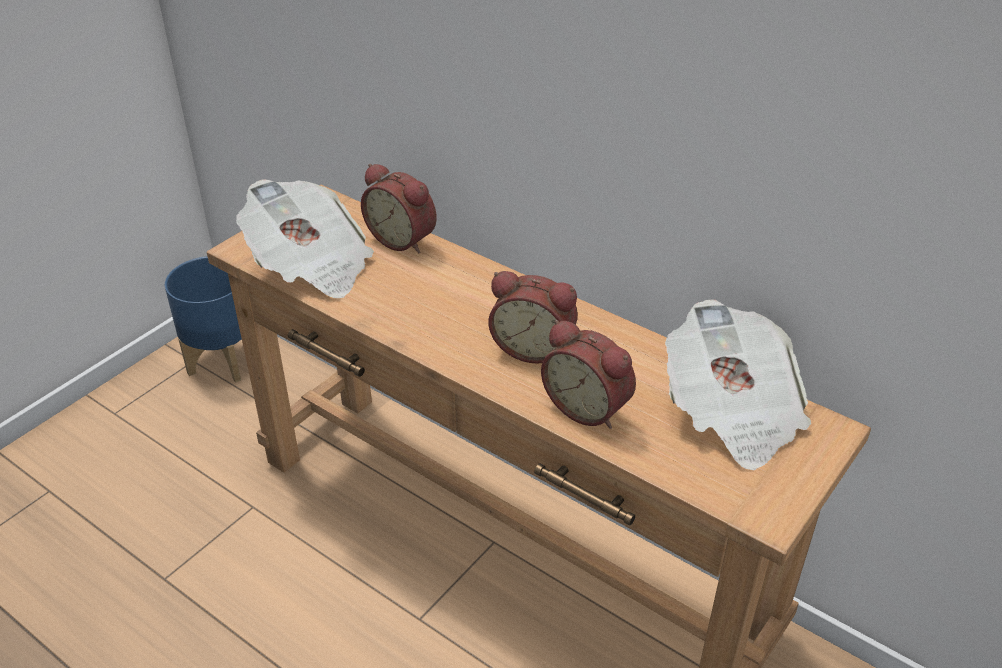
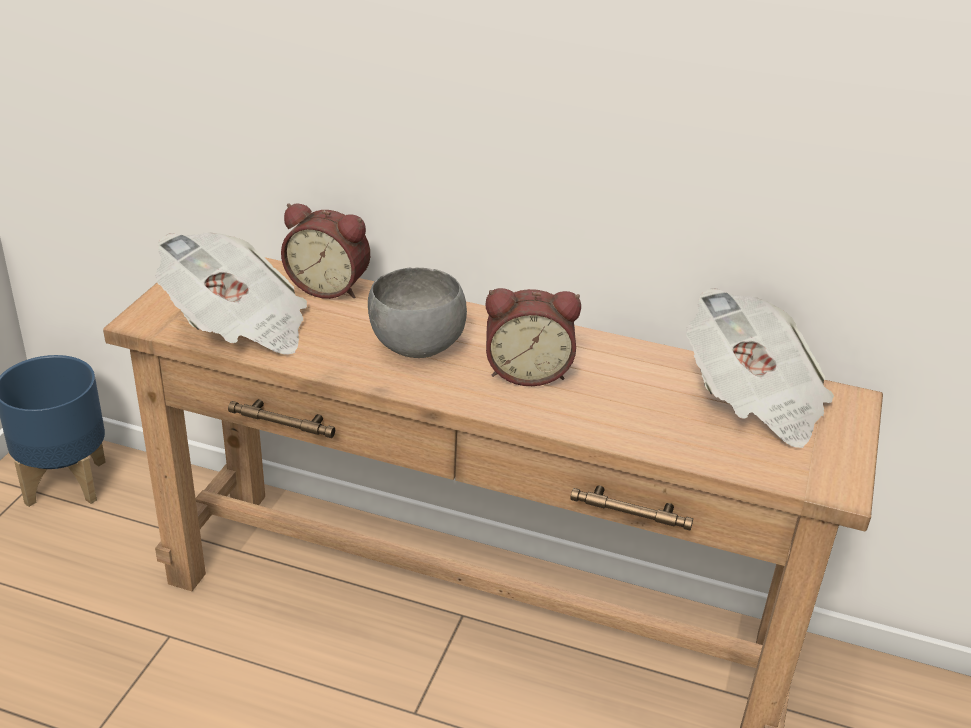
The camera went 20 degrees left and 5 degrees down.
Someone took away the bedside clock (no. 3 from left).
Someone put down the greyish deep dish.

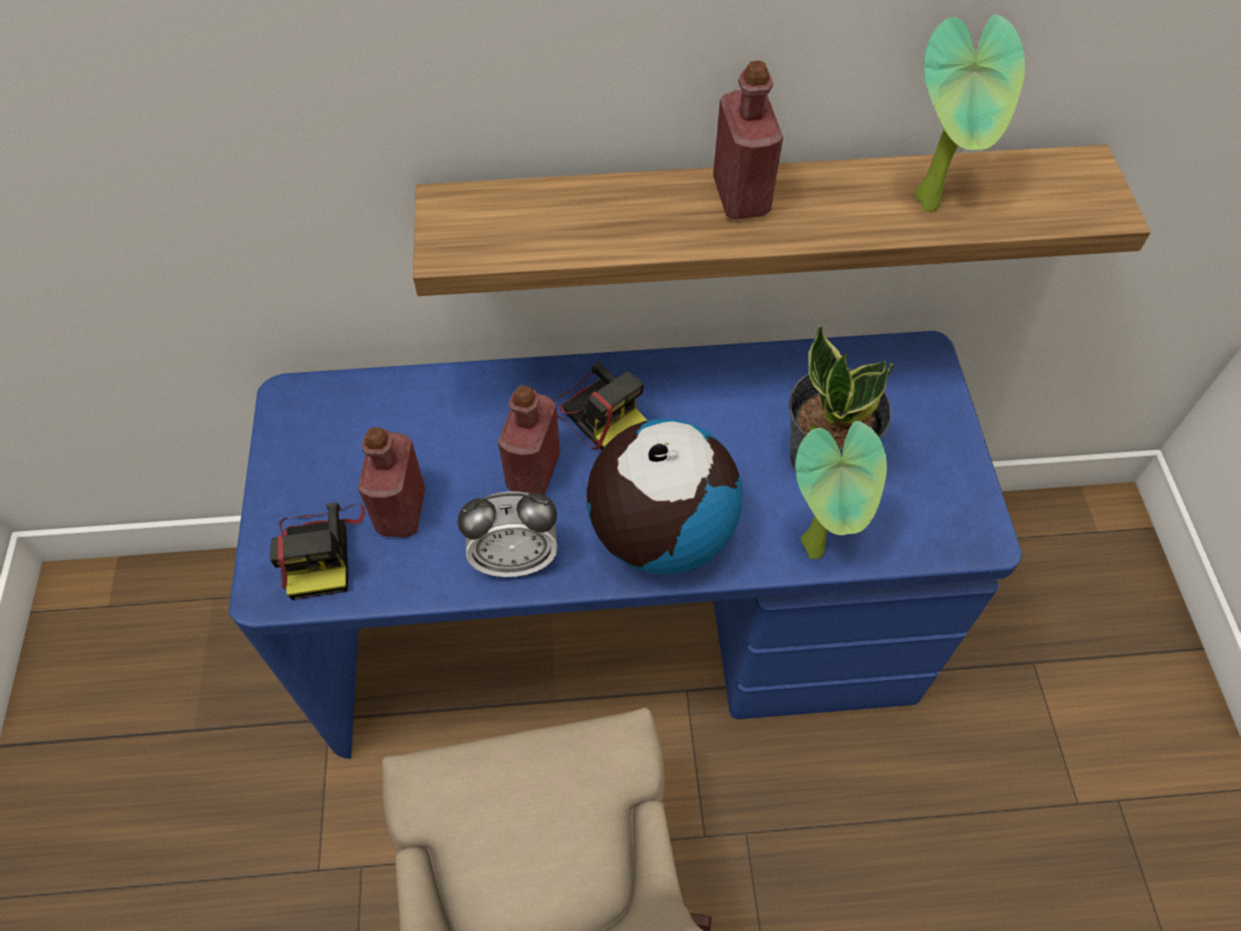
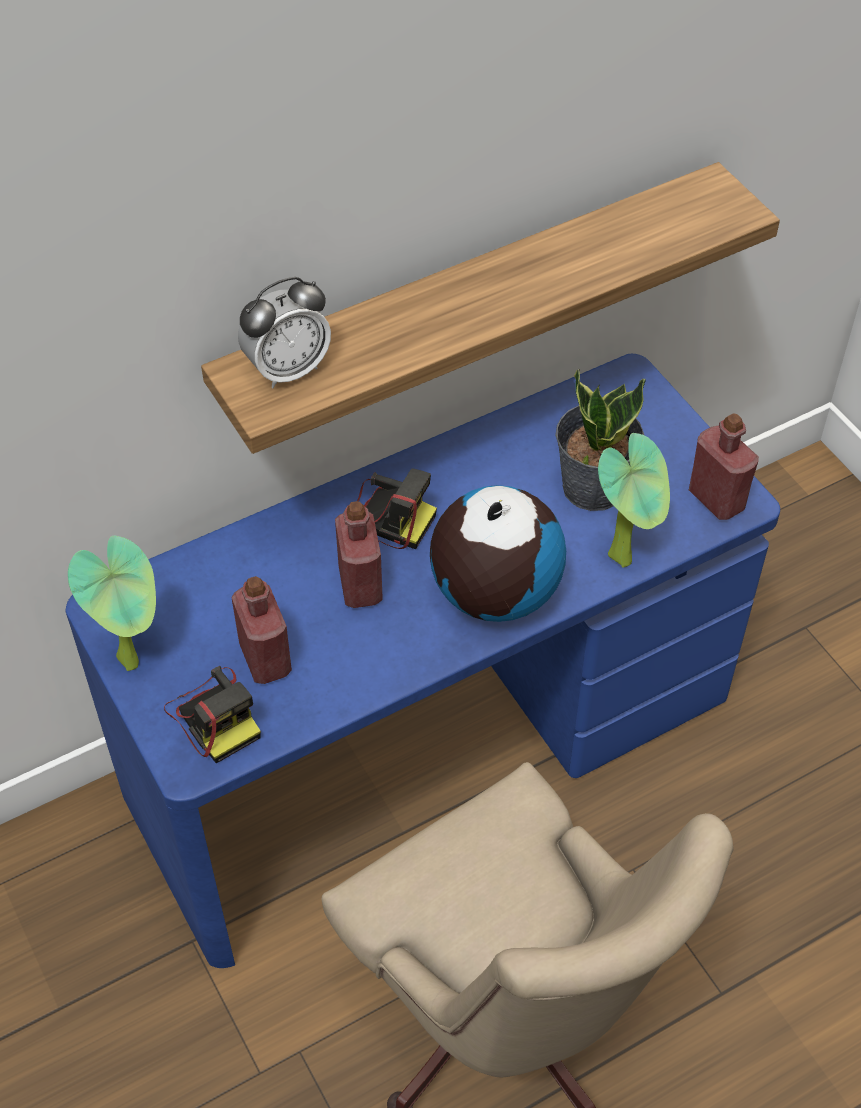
The camera went 25 degrees left and 5 degrees down.
Someone carried the bedside clock.
Someone carried the reddish beverage bottle (no. 3 from left).
Someone carried the houseplant (no. 3 from left in the first image).

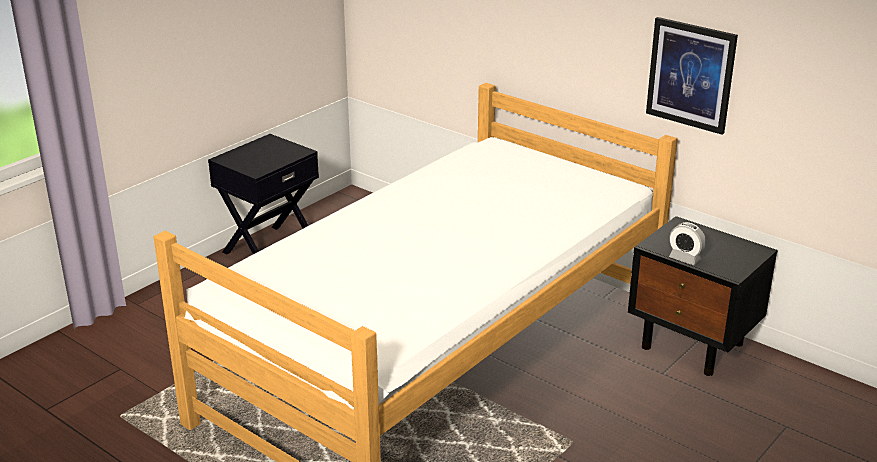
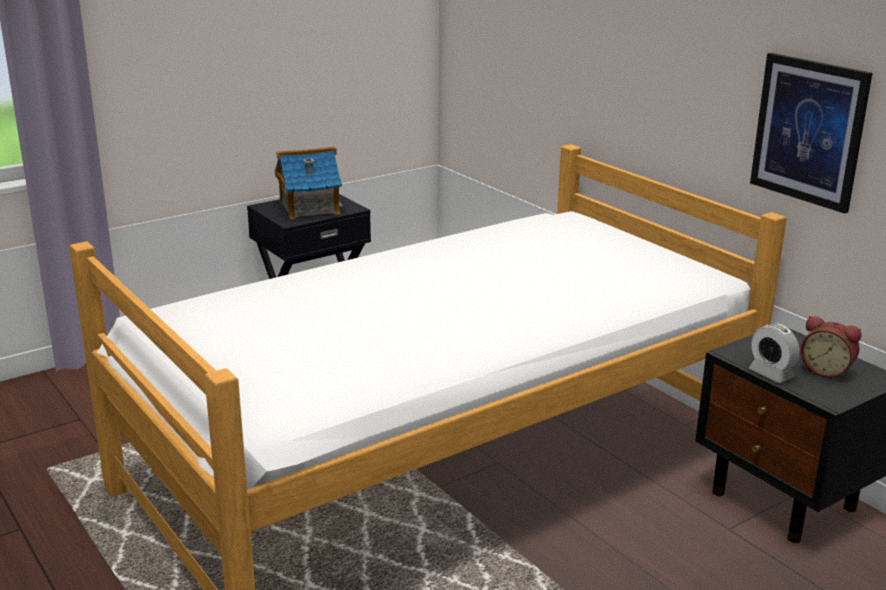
The camera went 15 degrees right and 5 degrees down.
Someone put down the toy house.
Someone put down the bedside clock (no. 2 from left).

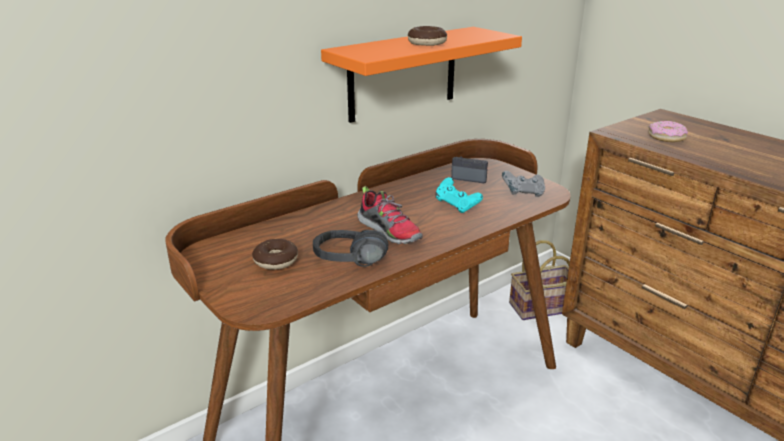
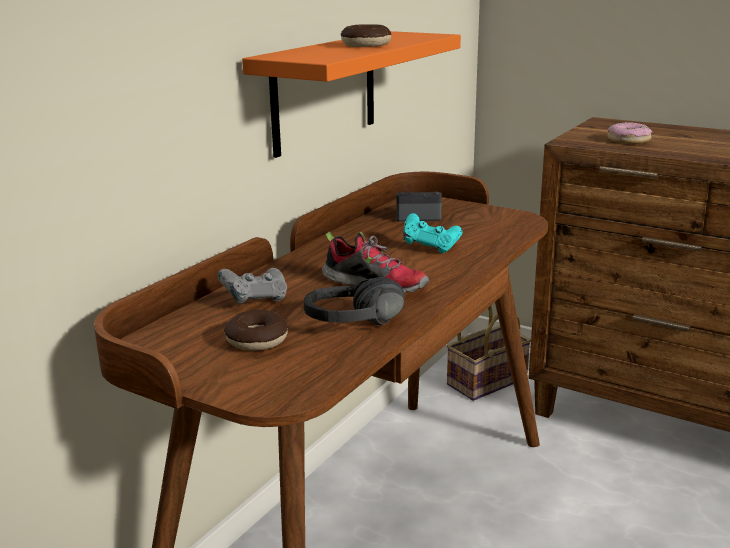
The camera went 20 degrees left and 5 degrees down.
Someone carried the greyish game controller.

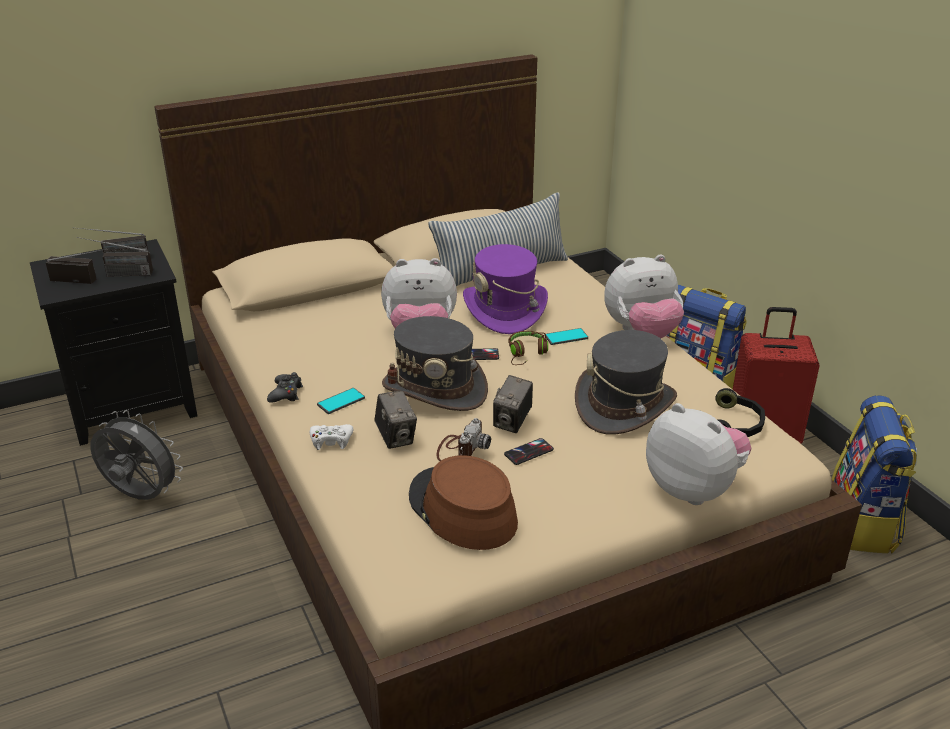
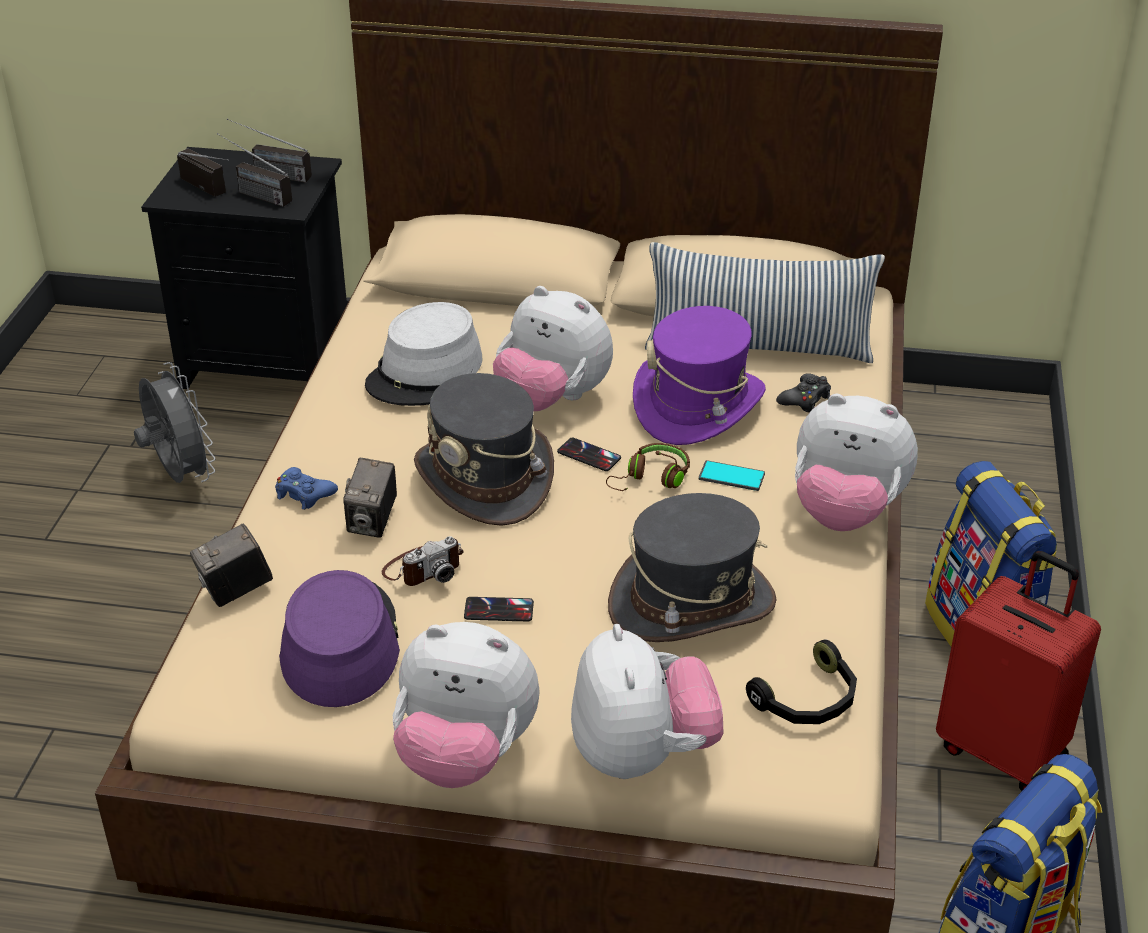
The camera went 35 degrees right and 5 degrees up.
Someone carried the blackish game controller.
Someone repainted the white game controller, which became the bluish game controller.
Someone took away the handset (no. 1 from left).
Someone repainted the brown-coloured clothing hat, which became the purple-coloured clothing hat (no. 1 from left).
Someone carried the still camera (no. 3 from left in the first image).
Someone put down the greyish clothing hat (no. 1 from left).
Someone put down the plush toy (no. 1 from left).

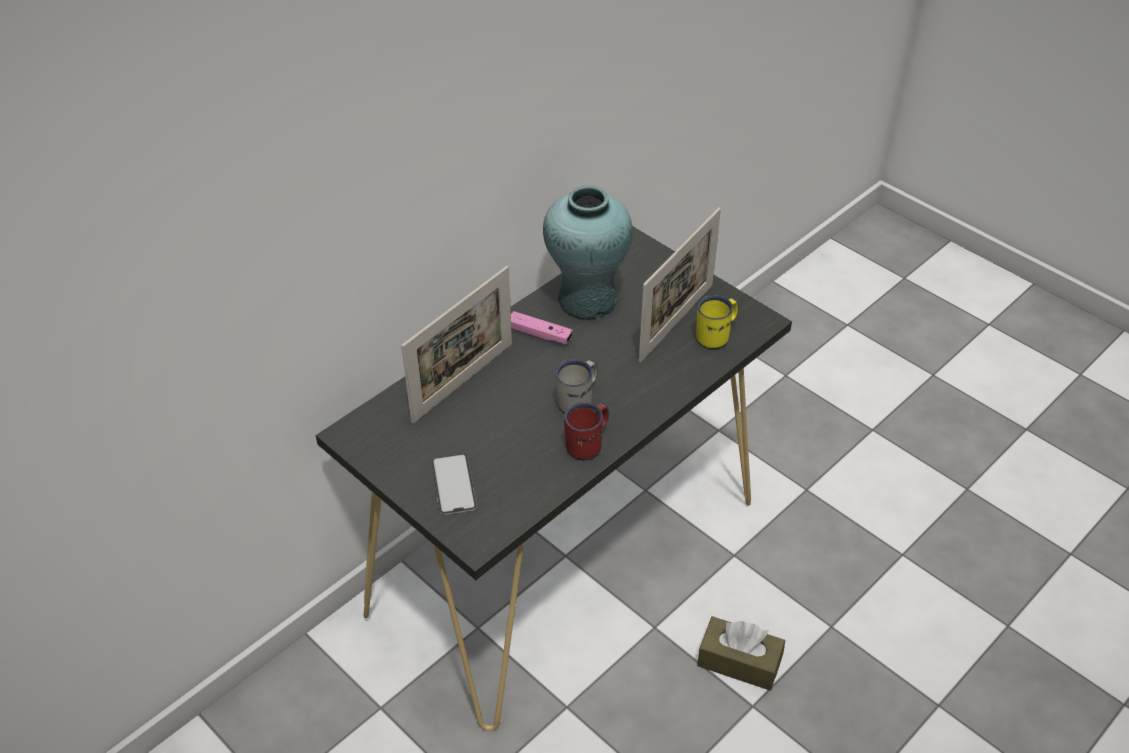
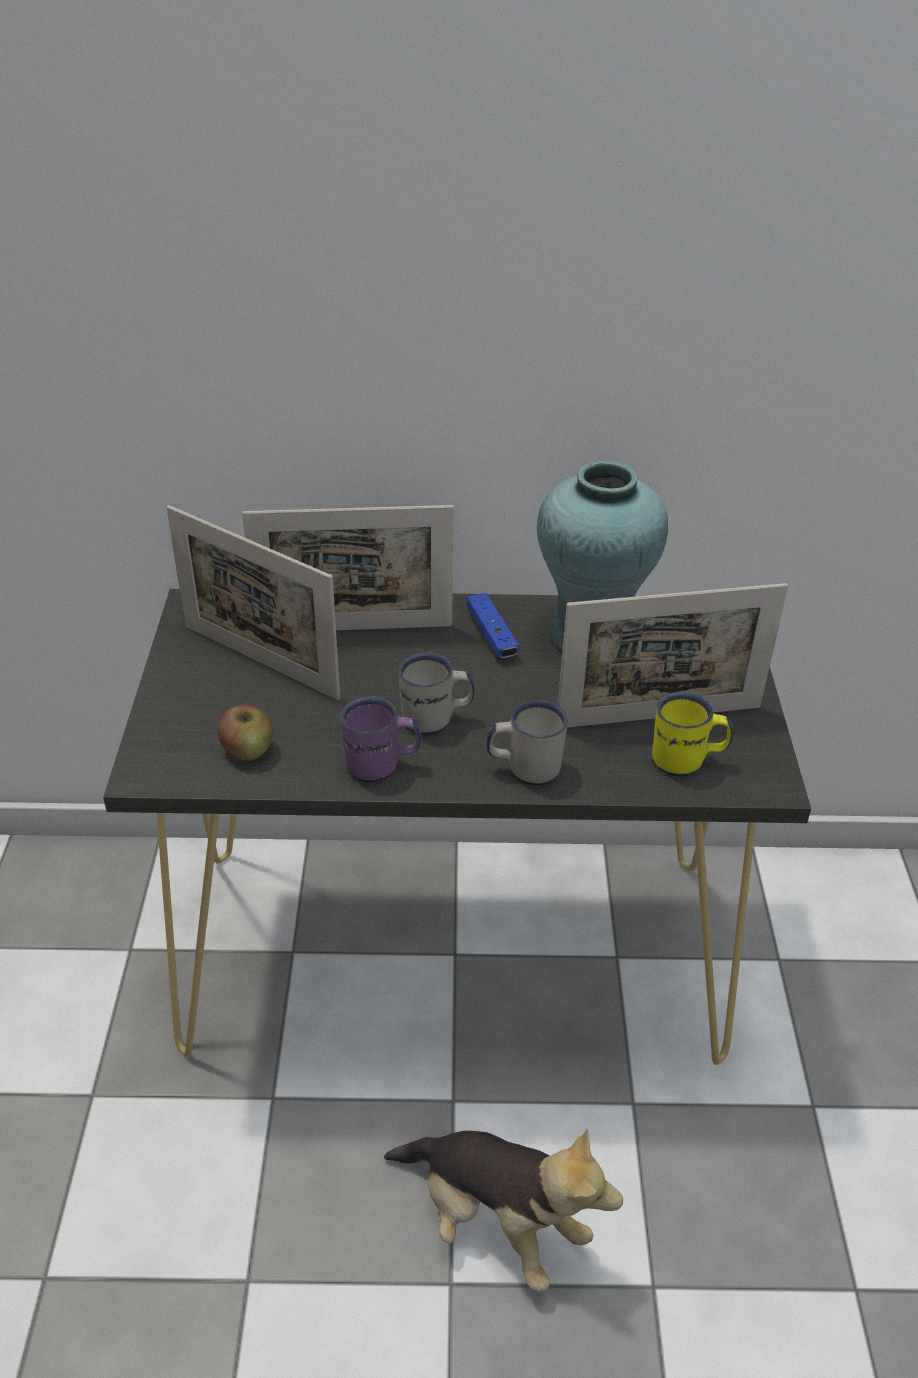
The camera went 45 degrees right and 5 degrees down.
Someone took away the handset.
Someone repainted the pink game controller, which became the bluish game controller.
Someone repainted the reddish coffee mug, which became the purple-coloured coffee mug.
Someone swapped the brown-coloured tissue box for the plush toy.
Someone put down the picture frame (no. 1 from left).
Someone put down the apple fruit.
Someone put down the white coffee mug (no. 2 from left).

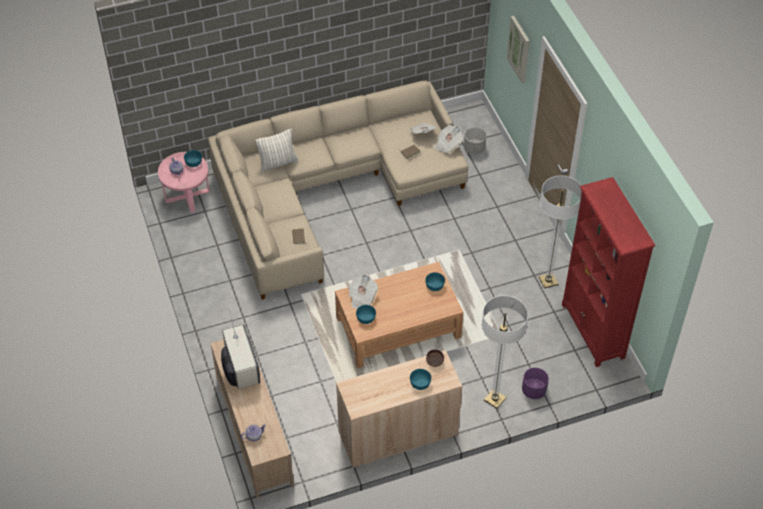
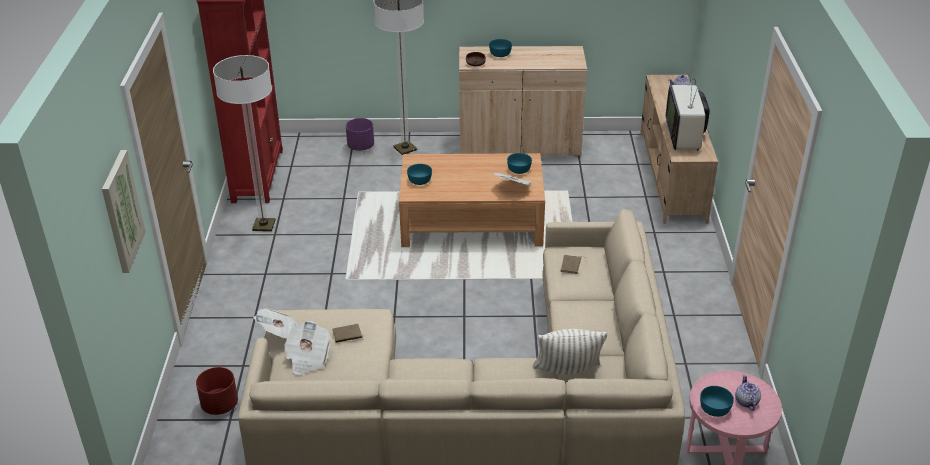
The camera went 160 degrees left and 15 degrees down.
Someone repainted the greyish planter, which became the reddish planter.

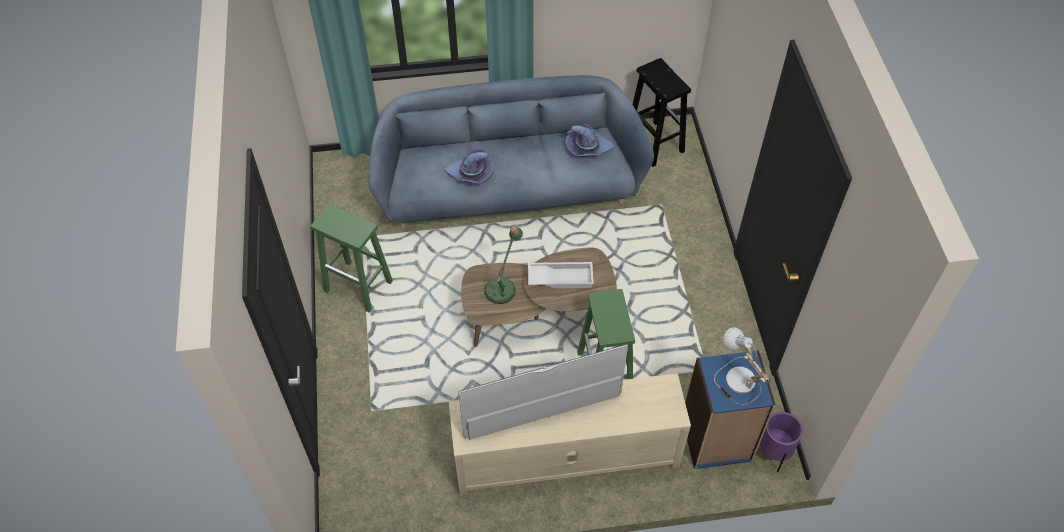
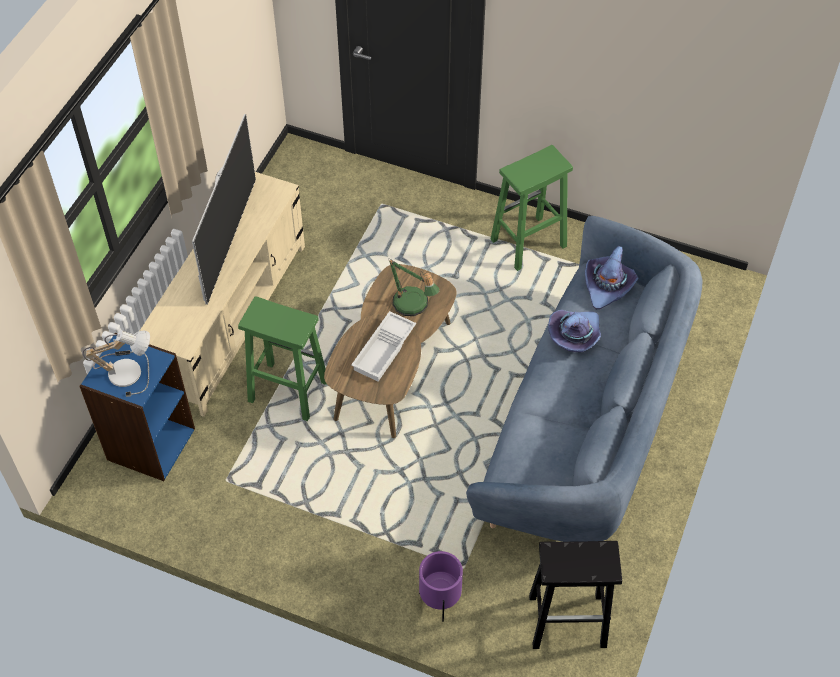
The camera went 120 degrees right and 0 degrees up.
Someone carried the purple-coloured clothing hat (no. 2 from left).
Someone carried the purple-coloured planter.

